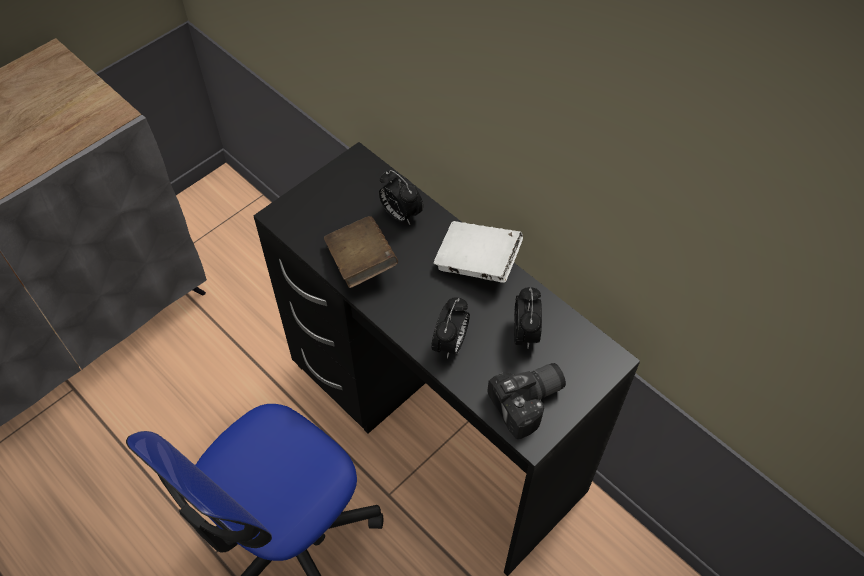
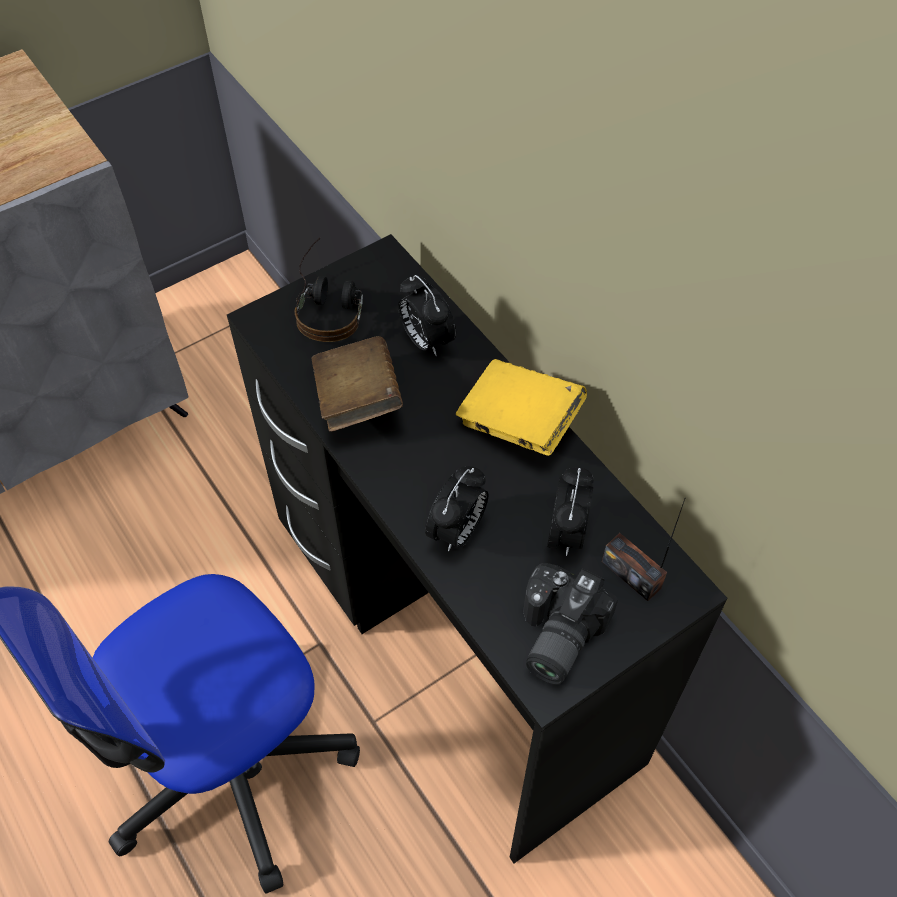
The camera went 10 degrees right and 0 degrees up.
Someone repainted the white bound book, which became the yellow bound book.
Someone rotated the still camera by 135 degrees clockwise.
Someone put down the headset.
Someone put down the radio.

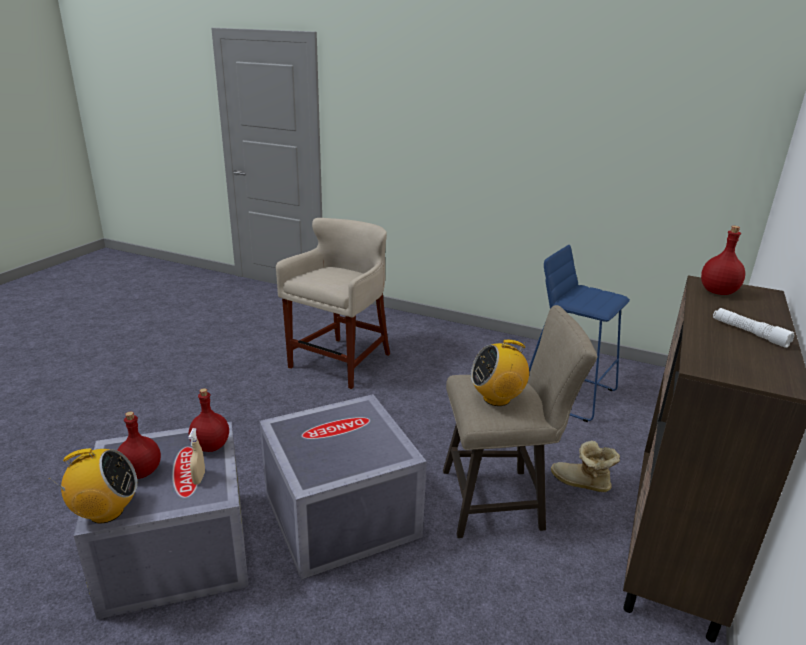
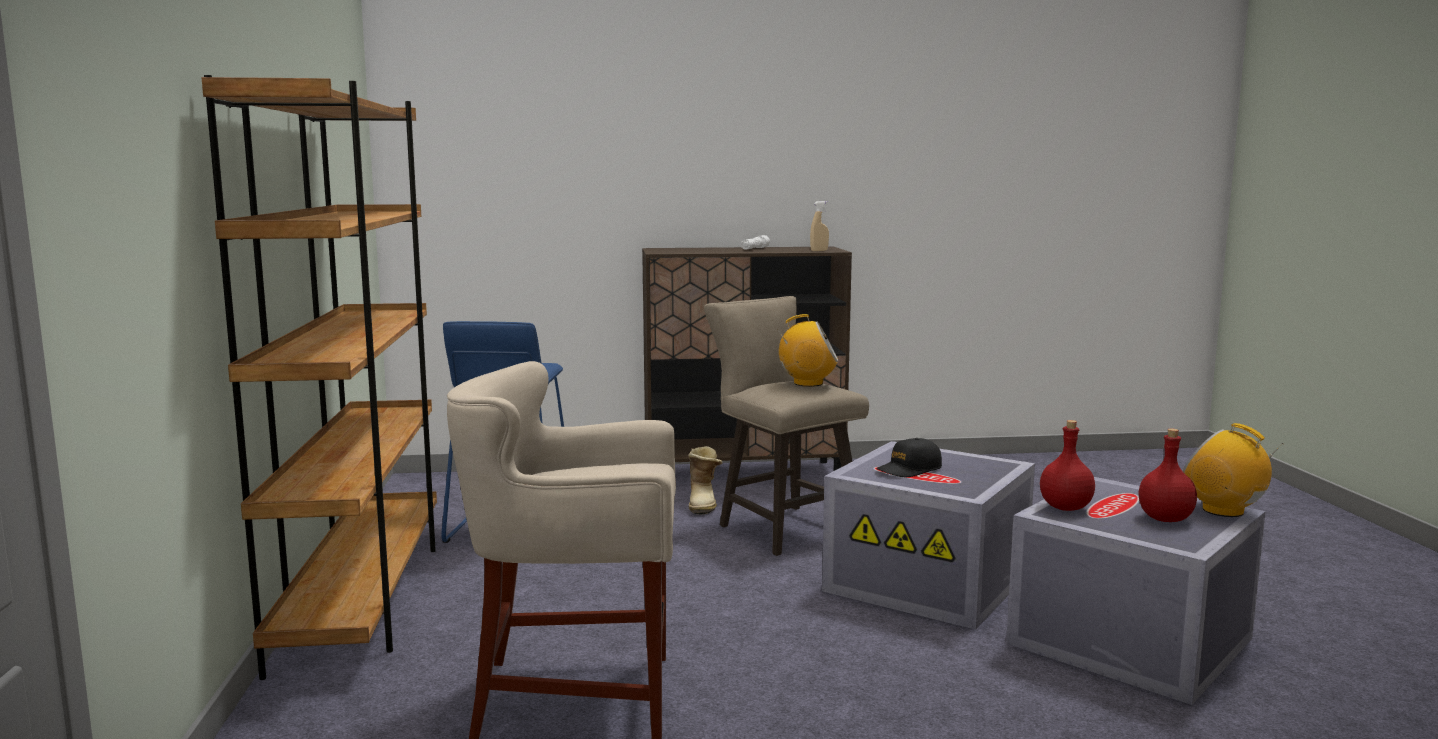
The camera went 120 degrees left and 15 degrees down.
Someone carried the beige-coloured spray bottle.
Someone rotated the radio (no. 2 from left in the first image) by 45 degrees counterclockwise.
Someone took away the reddish beverage bottle (no. 3 from left).
Someone put down the brown-coloured bookcase.
Someone put down the blackish baseball cap.

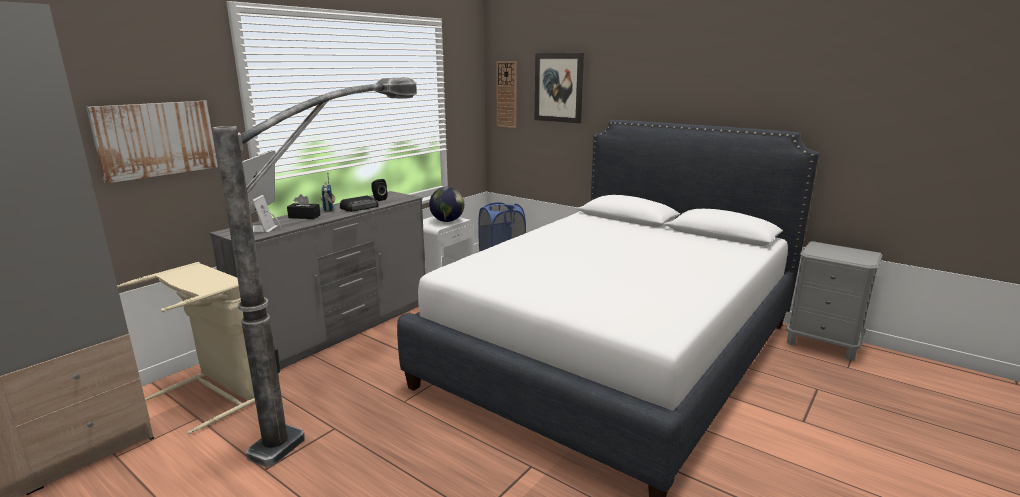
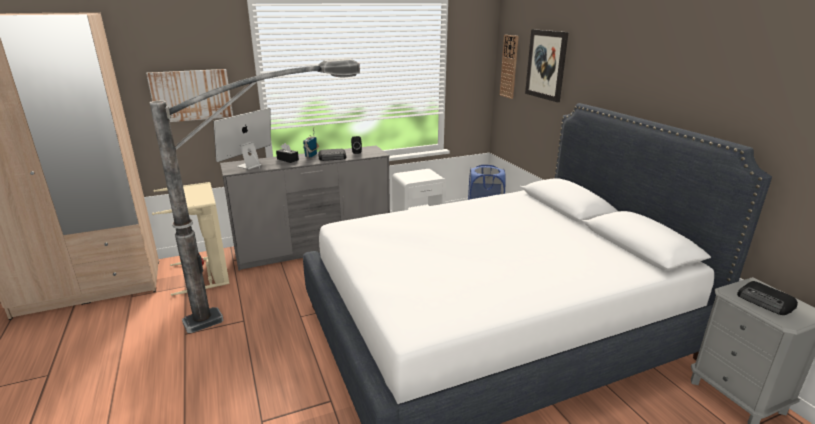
The camera went 30 degrees right and 5 degrees up.
Someone took away the globe.
Someone put down the radio (no. 3 from left).

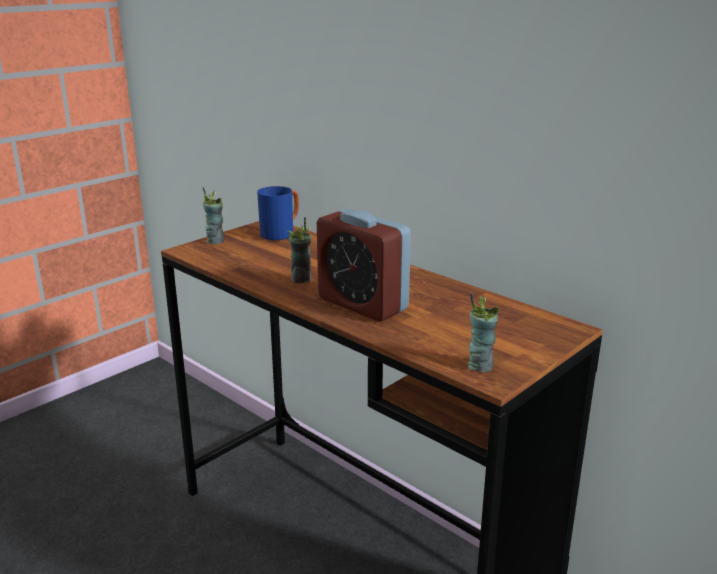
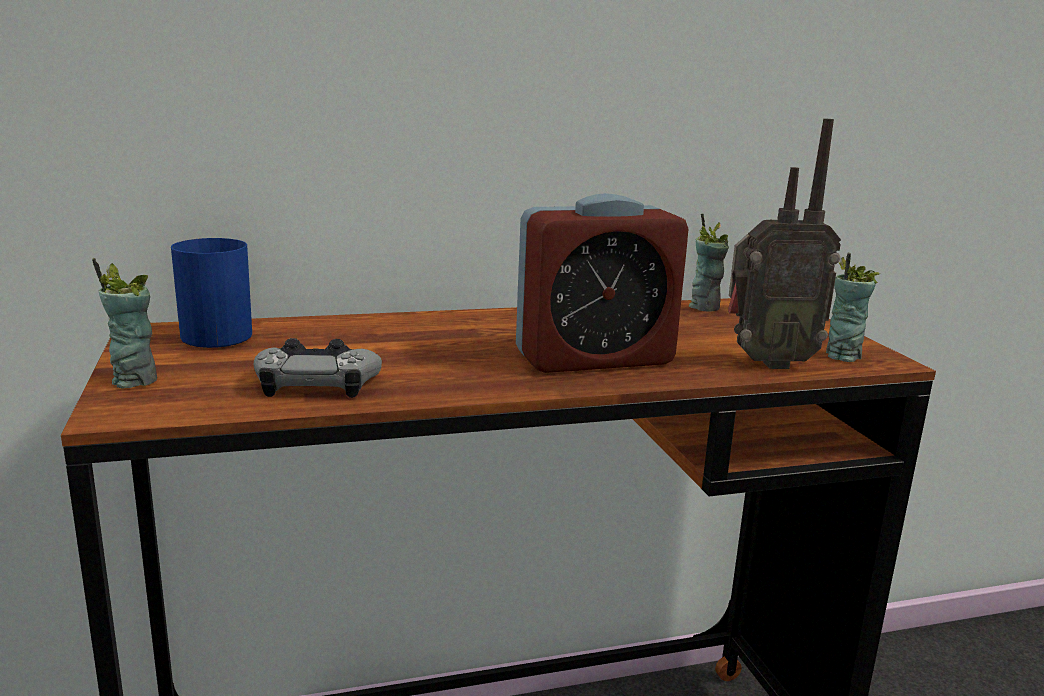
The camera went 60 degrees left and 5 degrees down.
Someone carried the drinking cup (no. 2 from left).
Someone put down the greyish game controller.
Someone put down the radio.

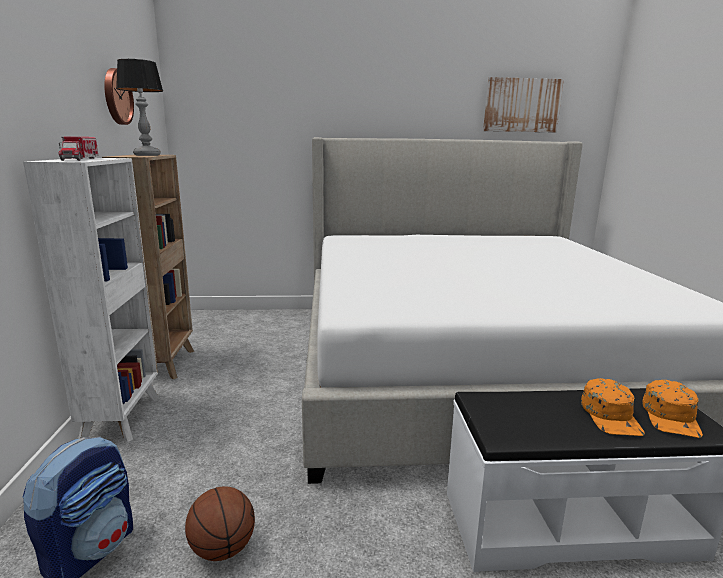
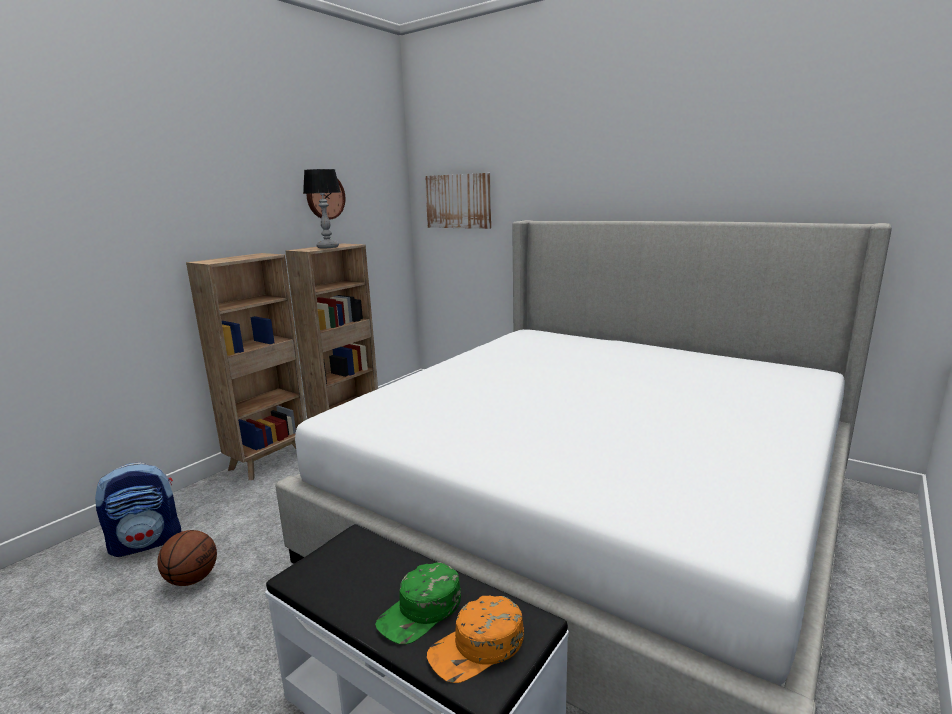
The camera went 40 degrees right and 0 degrees up.
Someone repainted the white bookcase, which became the brown-coloured bookcase (no. 1 from left).
Someone took away the model truck.
Someone carried the wall picture.
Someone repainted the orange-coloured baseball cap (no. 1 from left), which became the greenish baseball cap.

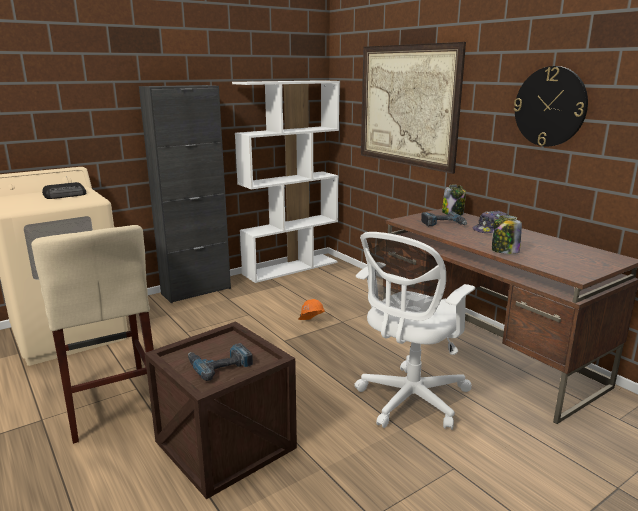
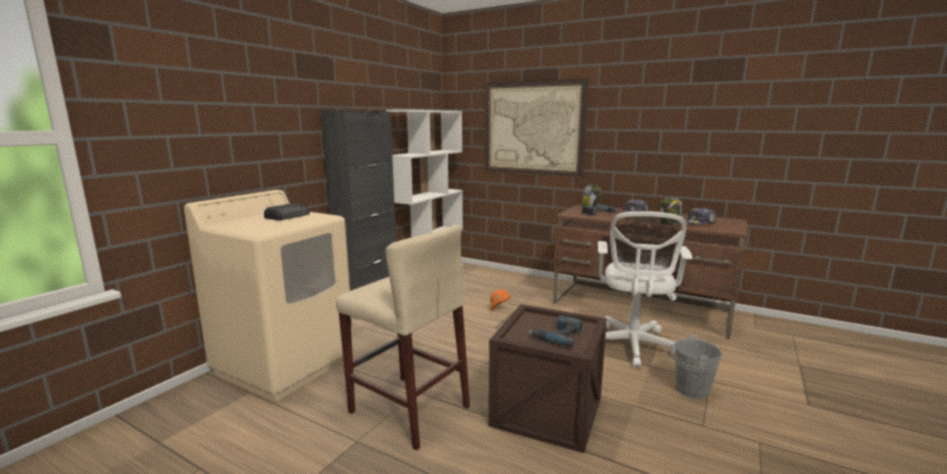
The camera went 25 degrees left and 5 degrees down.
Someone took away the wall clock.
Someone put down the greyish water bucket.
Someone put down the baseball cap (no. 2 from left).

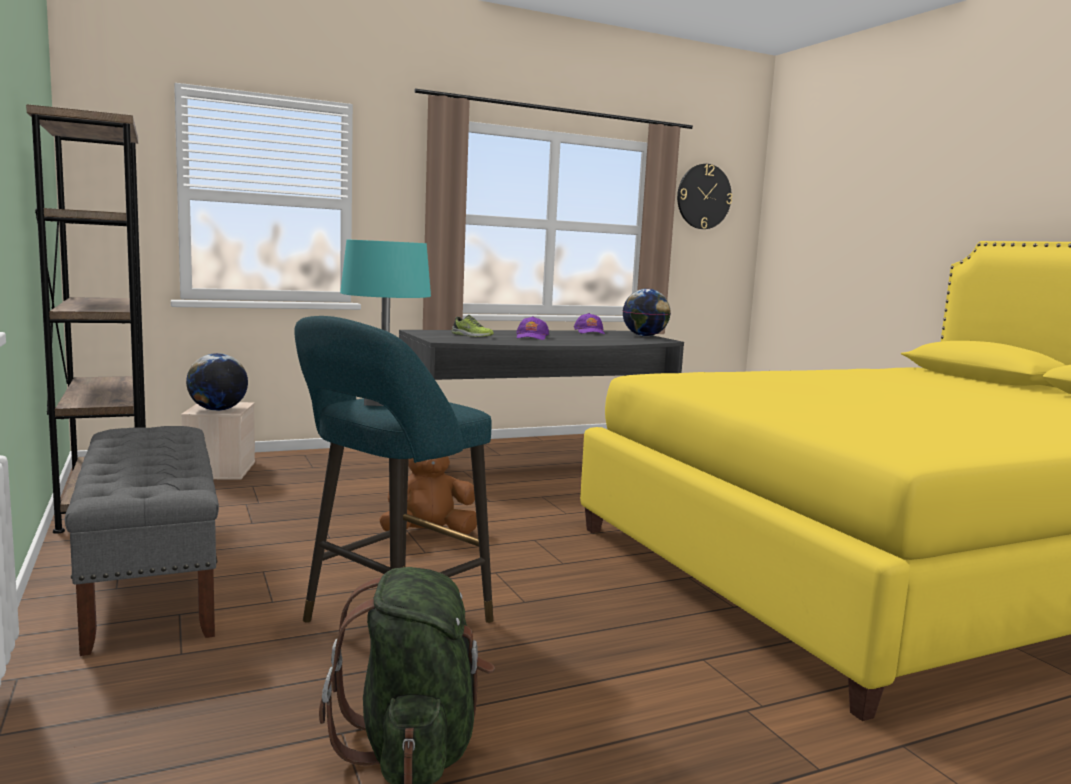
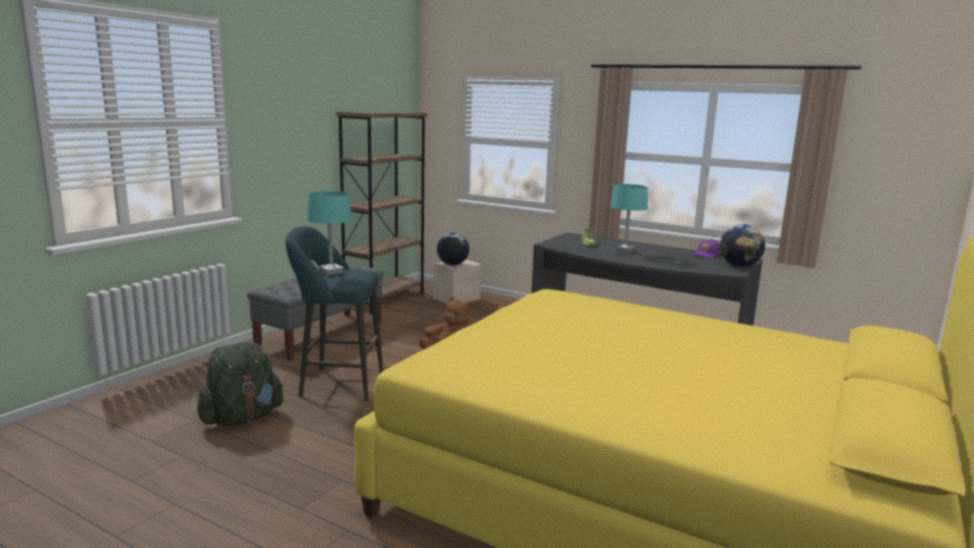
The camera went 55 degrees right and 5 degrees up.
Someone swapped the purple-coloured baseball cap (no. 1 from left) for the blue-green lamp for a table (no. 2 from left).
Someone took away the wall clock.

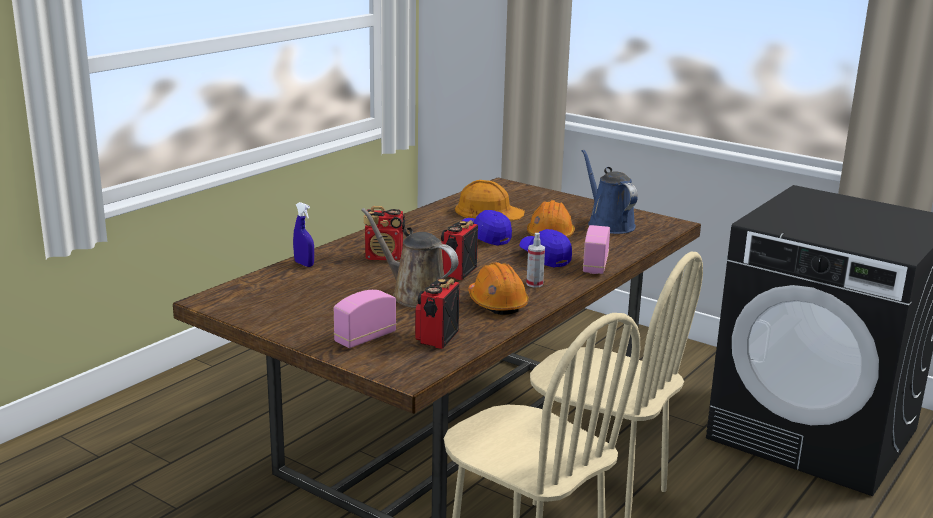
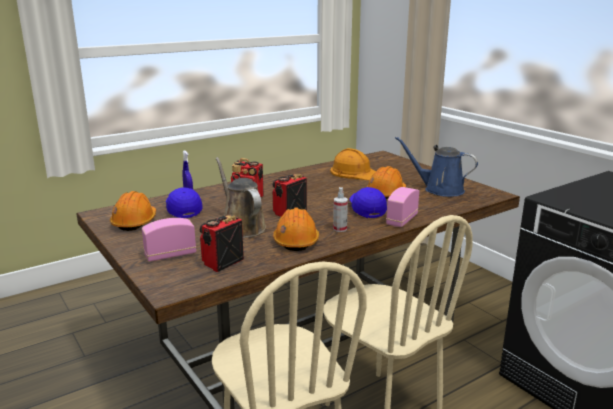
The camera went 20 degrees right and 0 degrees up.
Someone carried the bluish baseball cap (no. 1 from left).
Someone rotated the bluish watering can by 60 degrees counterclockwise.
Someone put down the orange-coloured safety helmet (no. 1 from left).

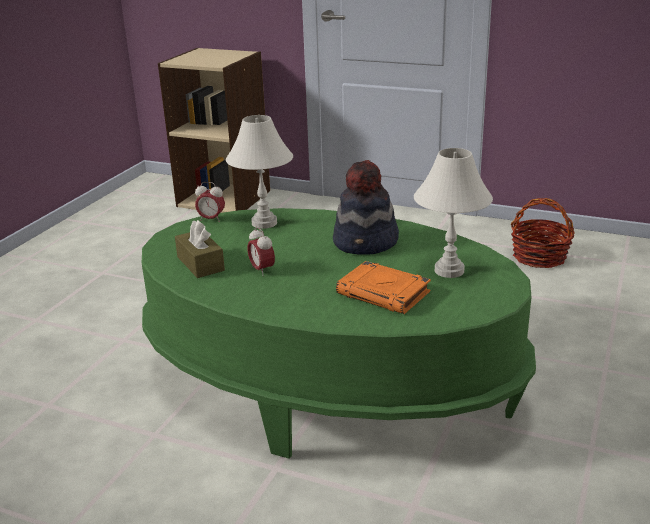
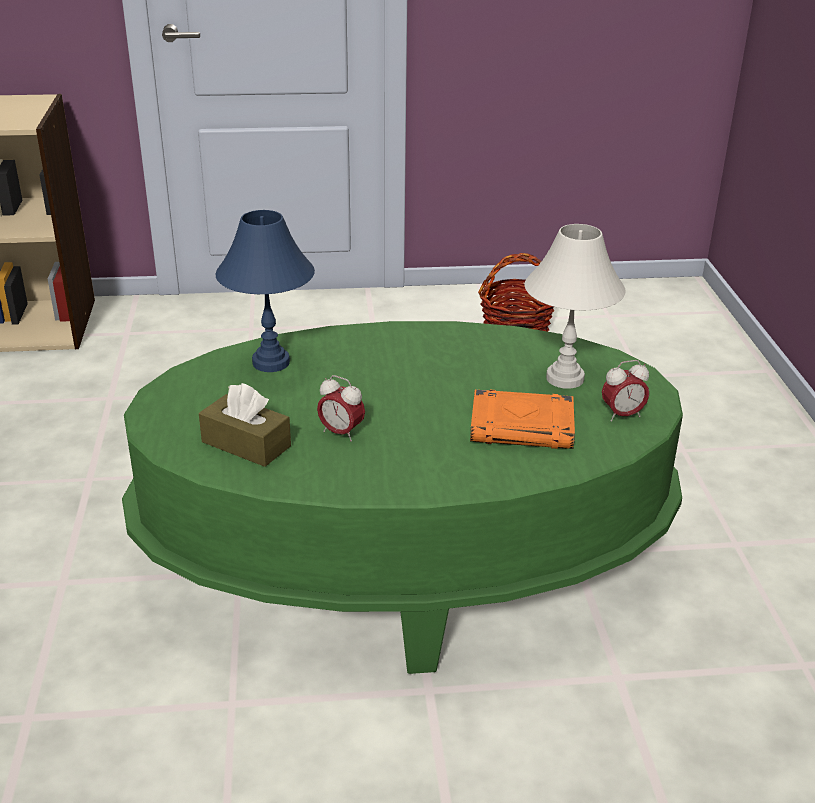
The camera went 30 degrees left and 5 degrees up.
Someone carried the bedside clock (no. 1 from left in the first image).
Someone repainted the white lamp for a table (no. 1 from left), which became the bluish lamp for a table.
Someone took away the clothing hat.

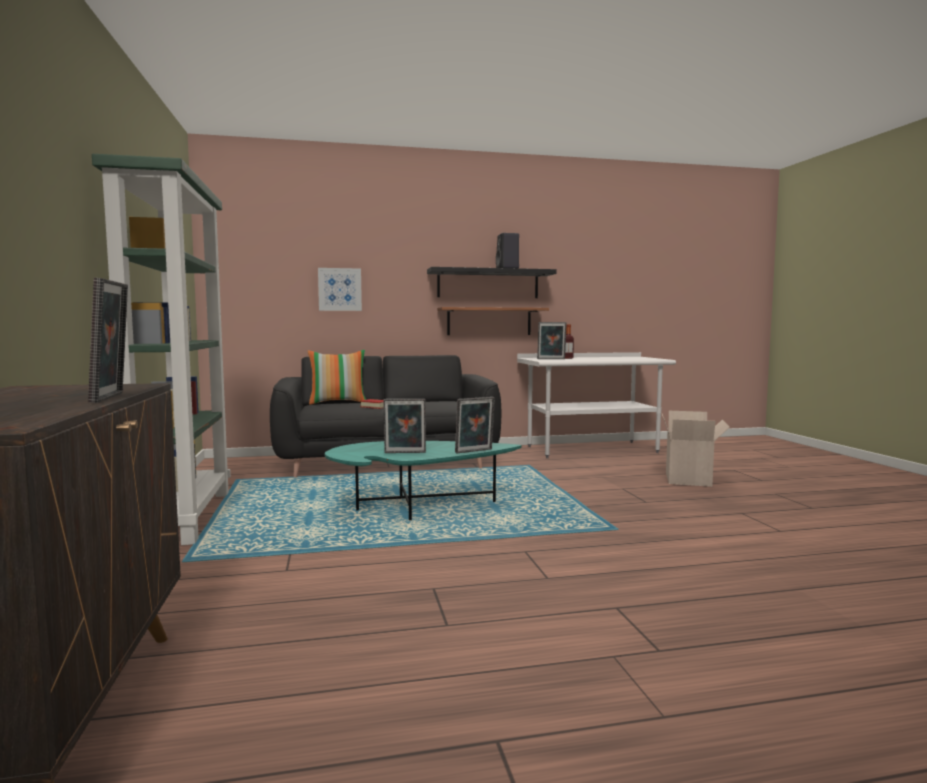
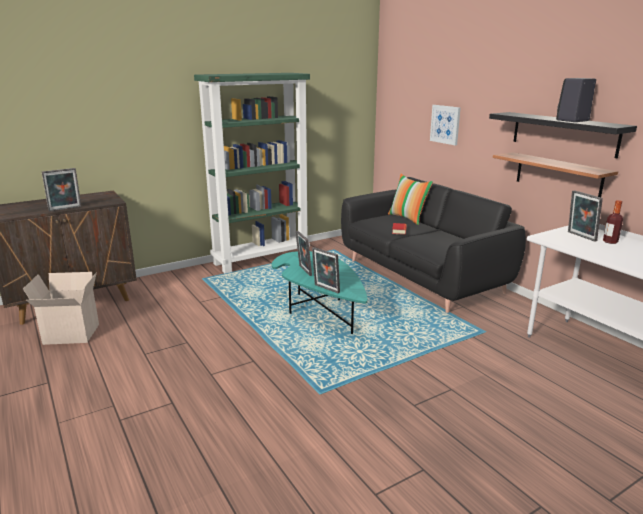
The camera went 70 degrees right and 15 degrees up.
Someone carried the cardboard box.

